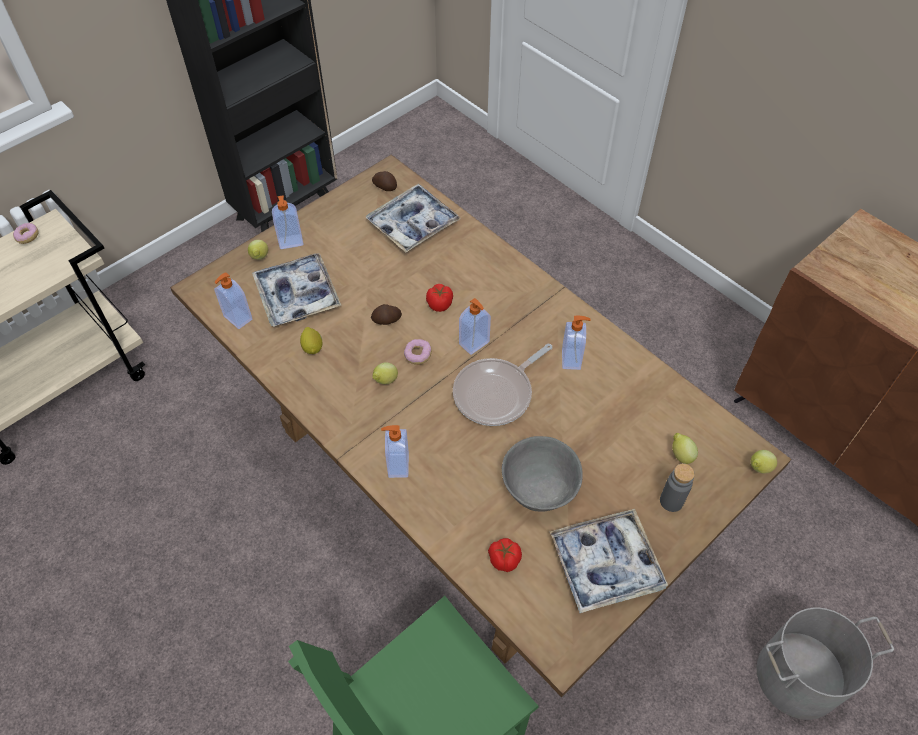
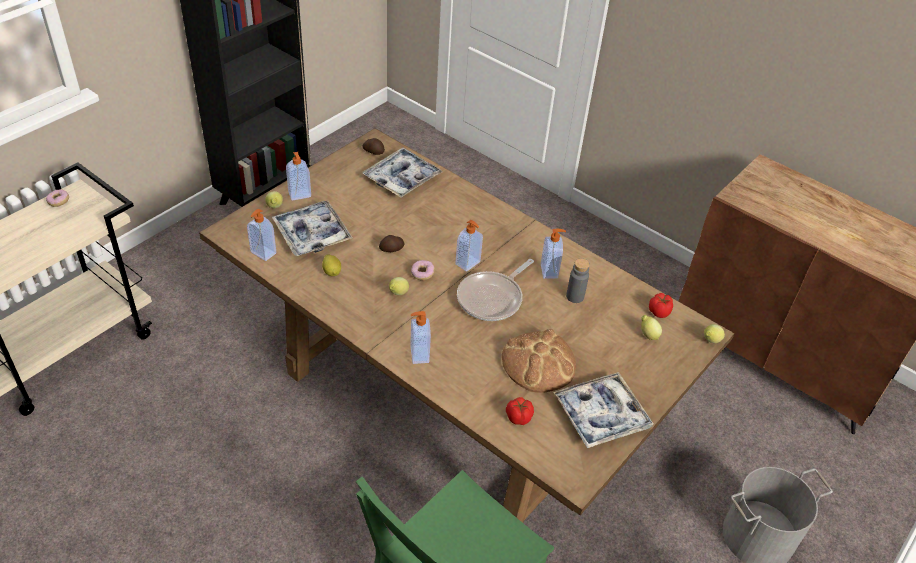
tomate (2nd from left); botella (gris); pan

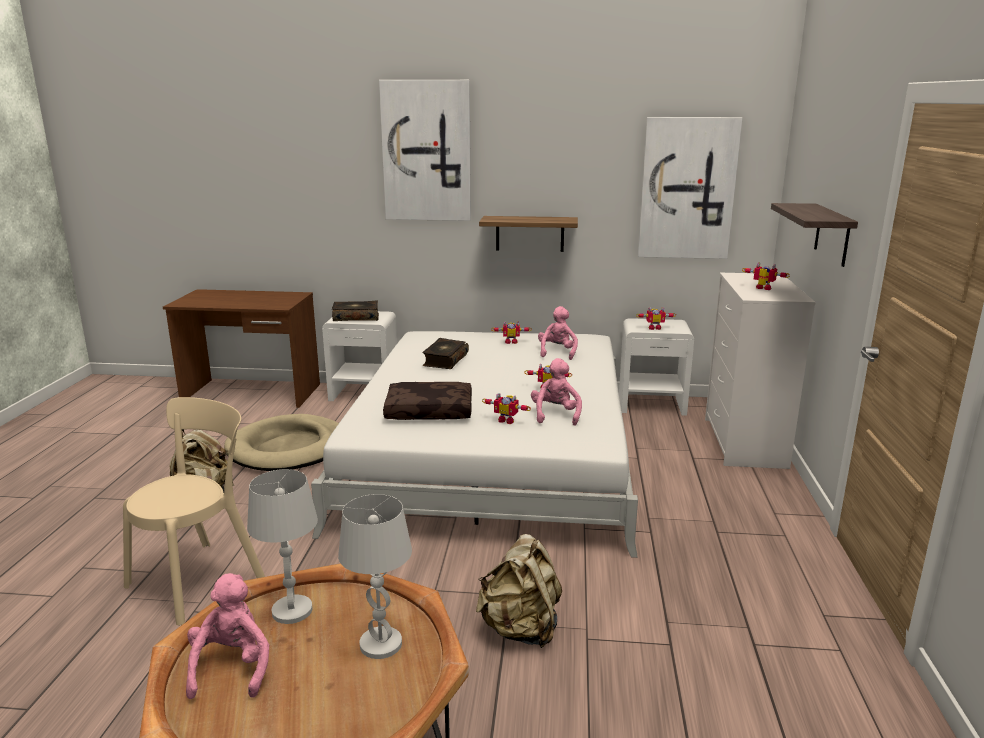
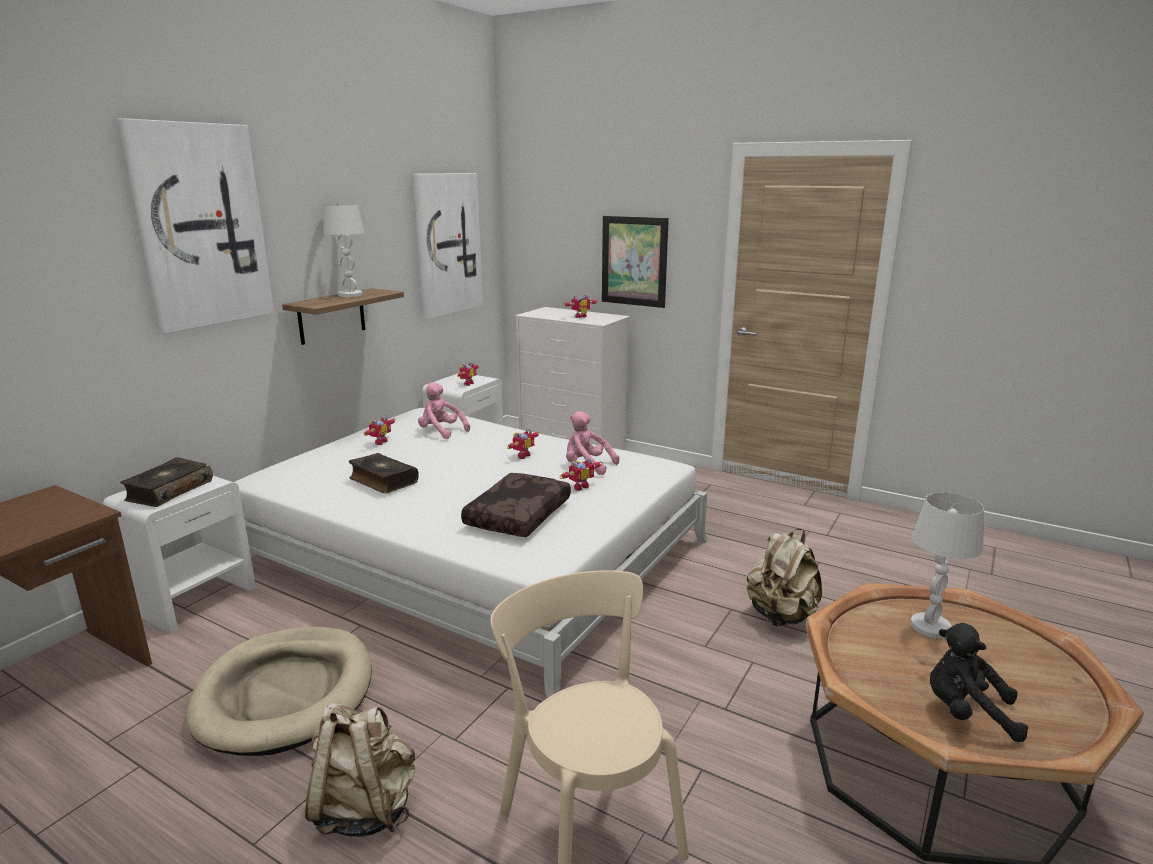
lámpara de mesa (blanco) (1st from left); cuadro (3rd from left); peluche (negro)

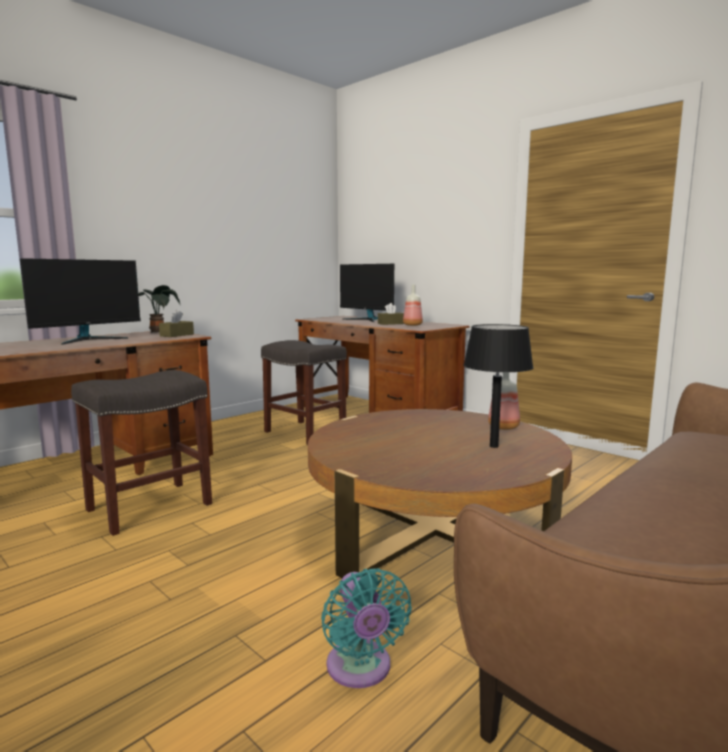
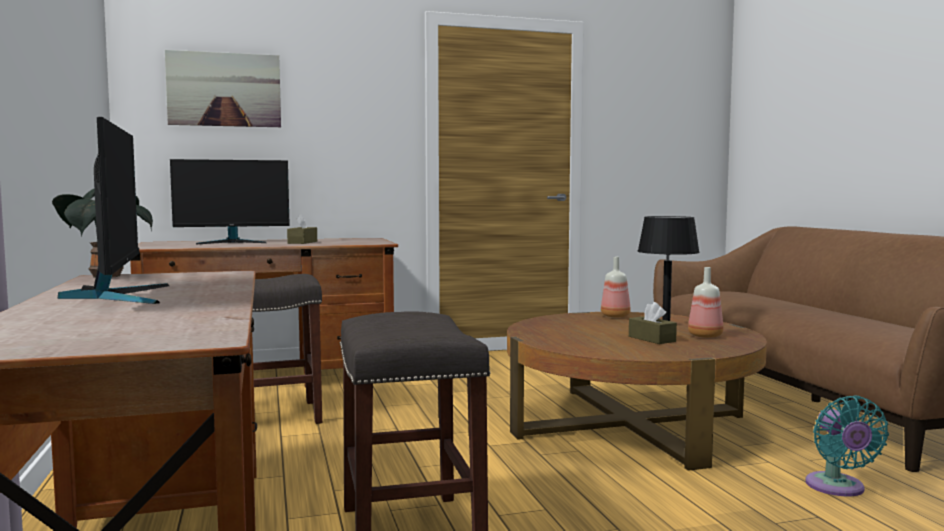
cuadro; caja de pañuelos (marrón) (2nd from left); botella (2nd from left); ventilador (turquesa)

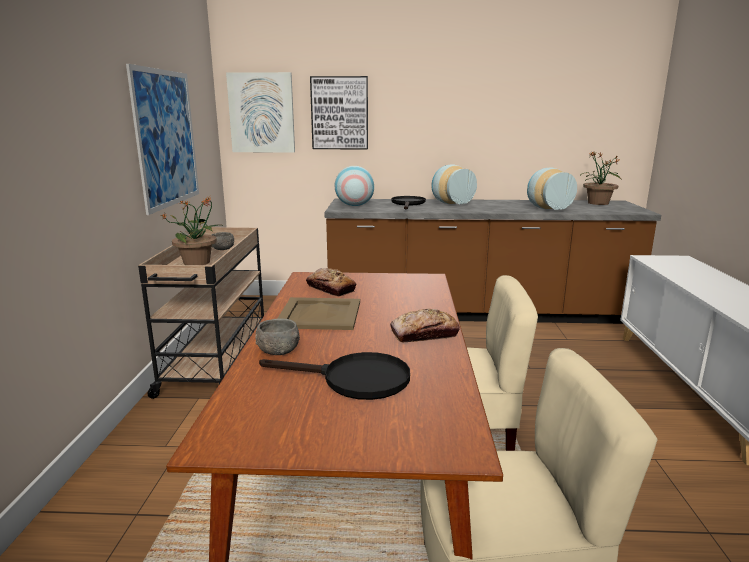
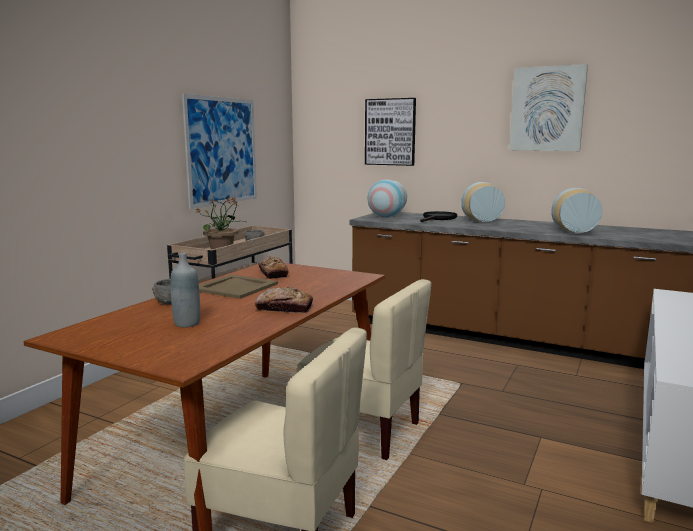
planta en maceta (2nd from left in the first image); cuadro (3rd from left); botella (gris)

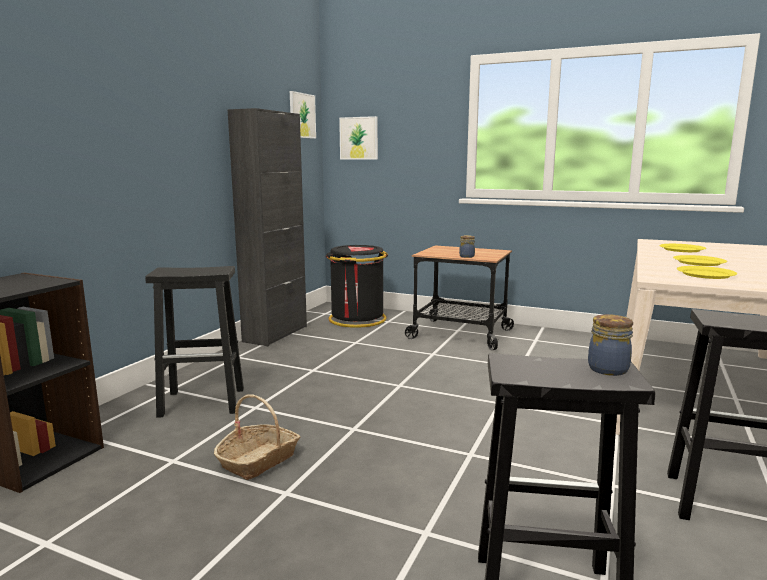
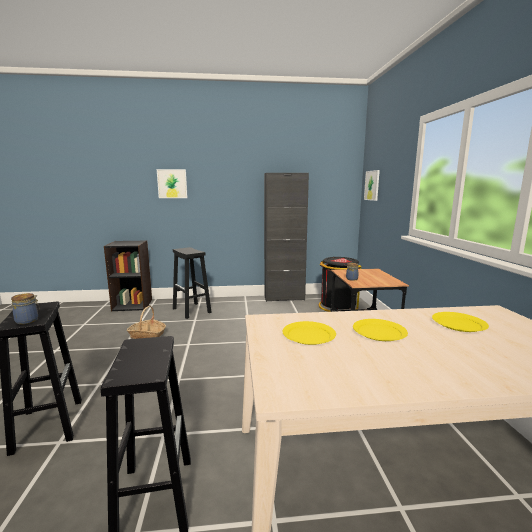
cuadro (1st from left)

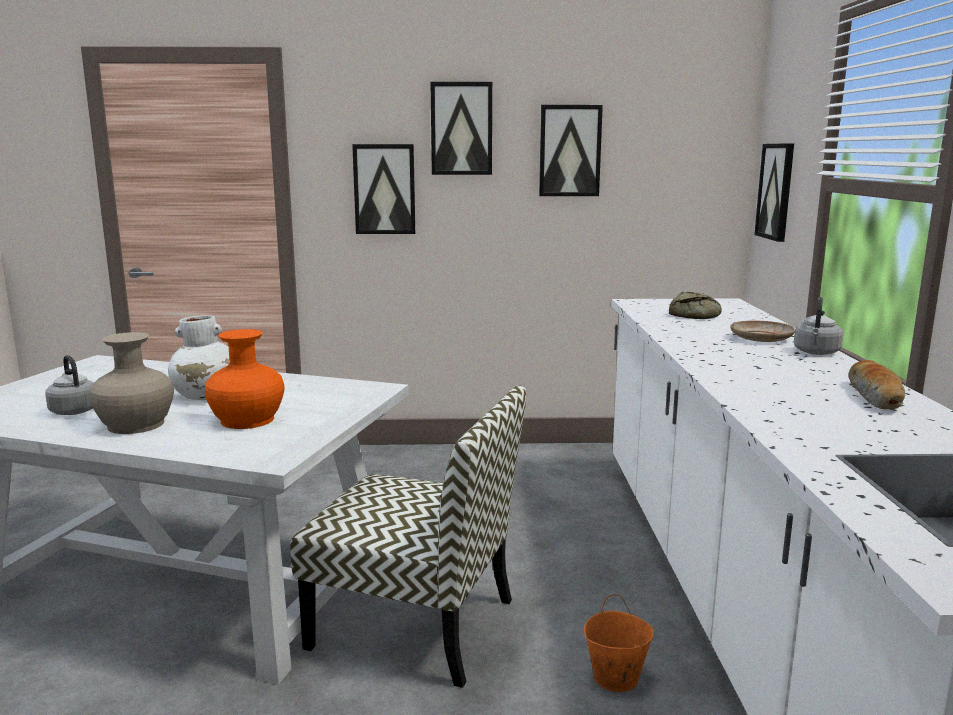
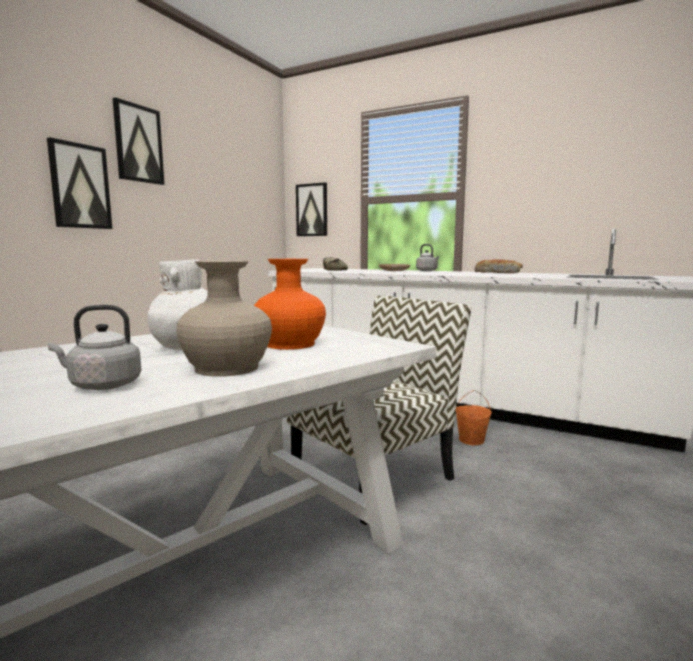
cuadro (3rd from left in the first image)

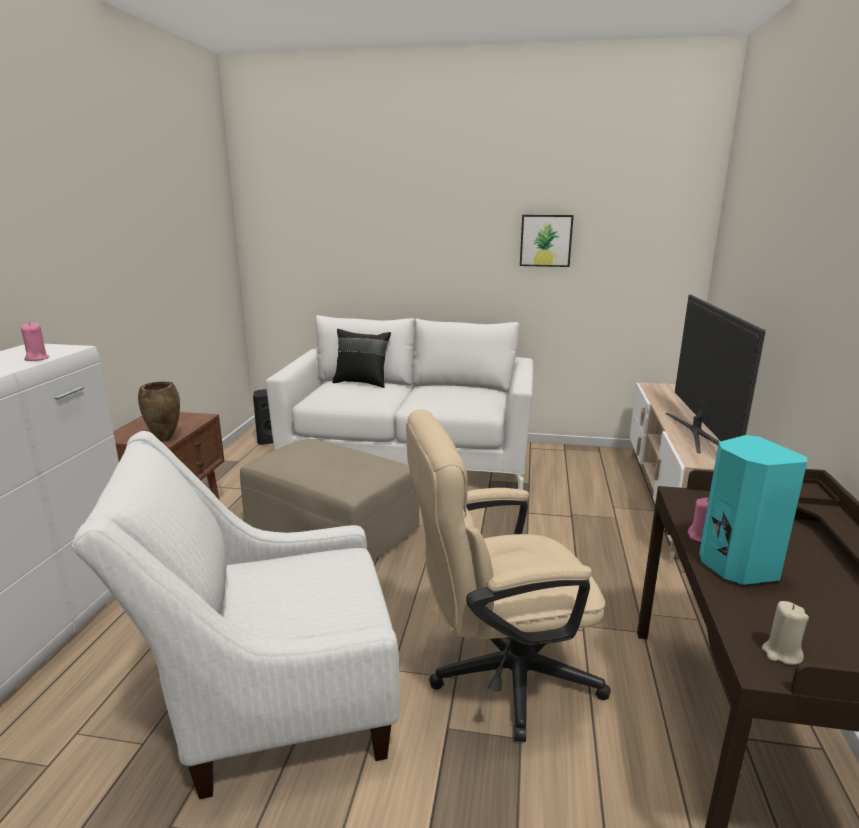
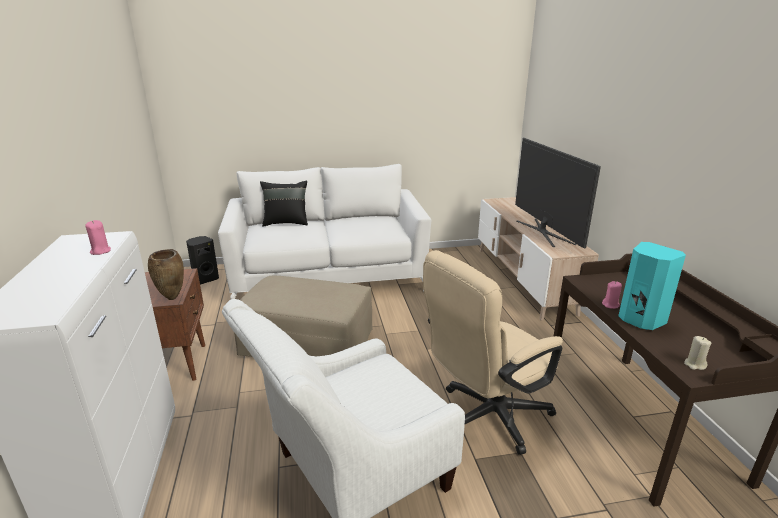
cuadro

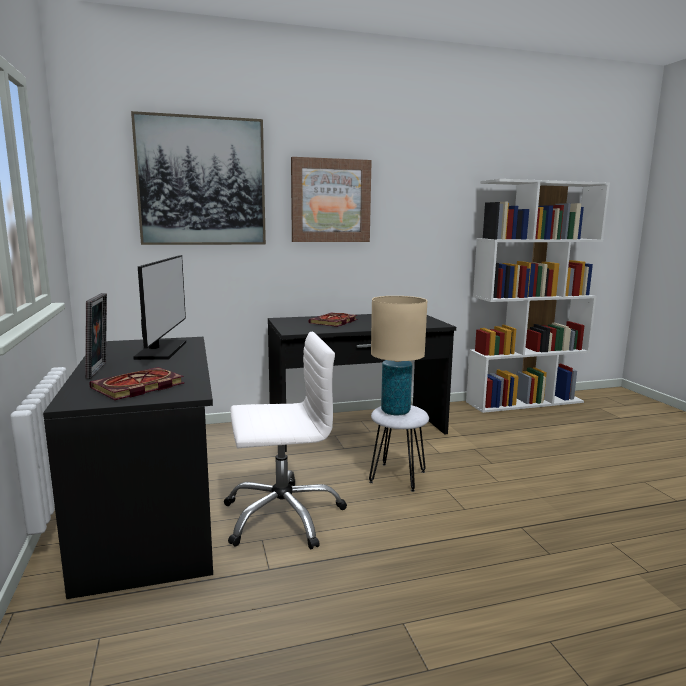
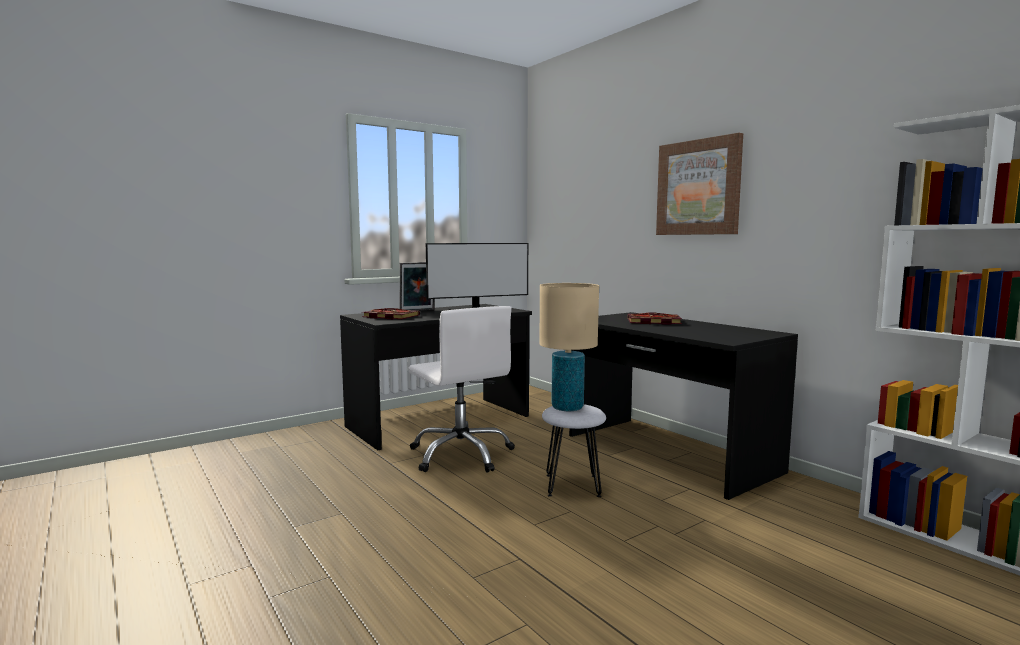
cuadro (1st from left in the first image)

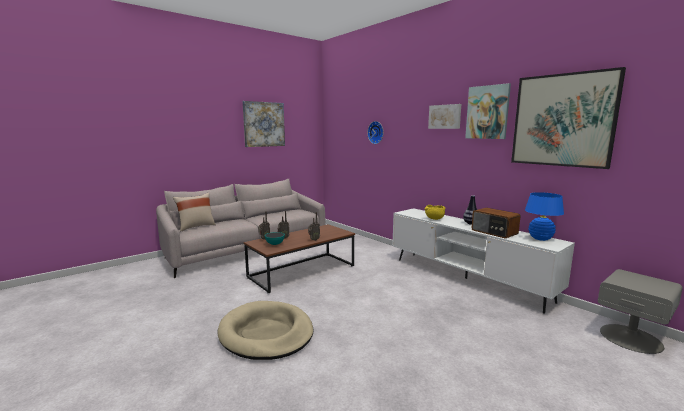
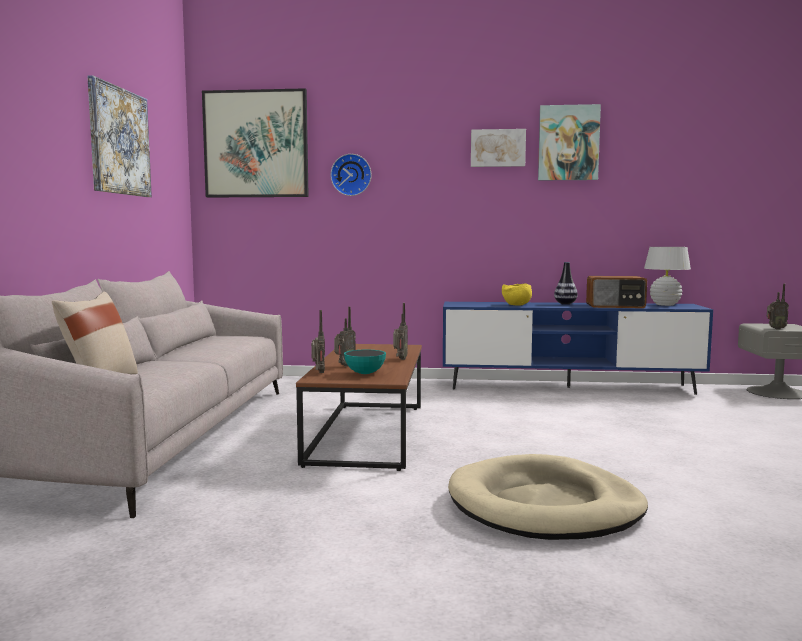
radio (5th from left); cuadro (2nd from left); mueble de televisión (azul); lámpara de mesa (blanco)

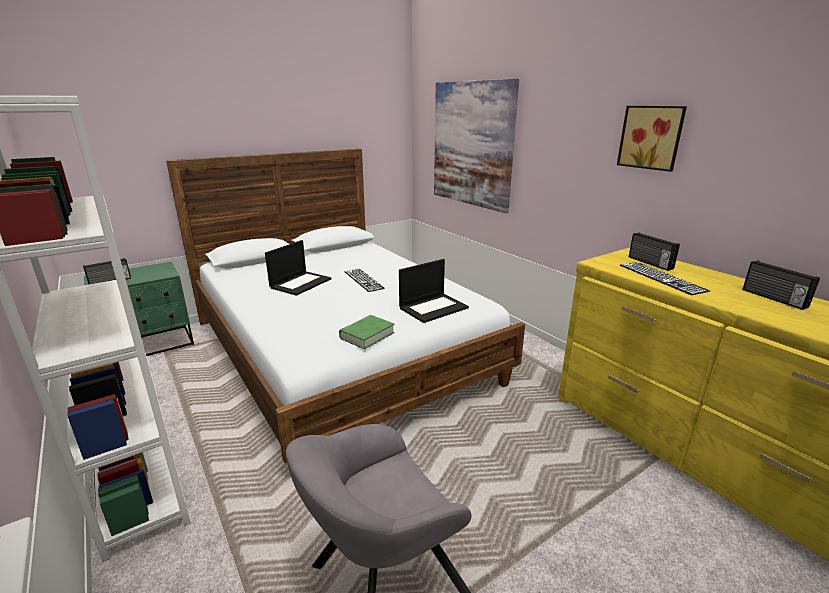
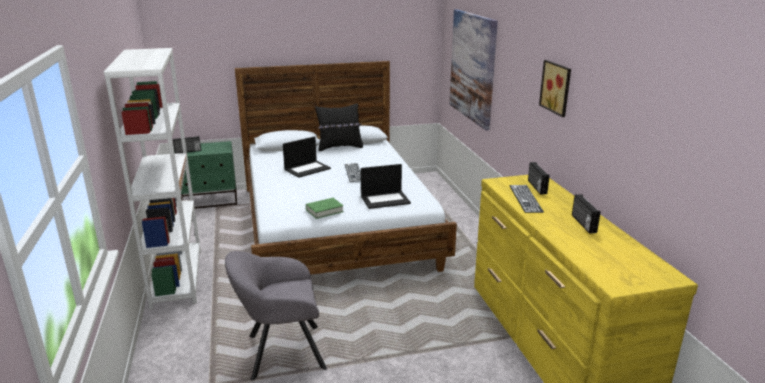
cojín (negro)

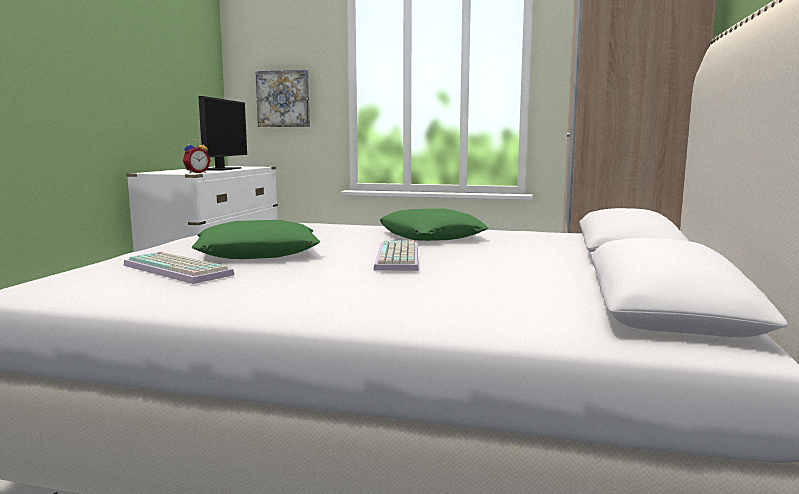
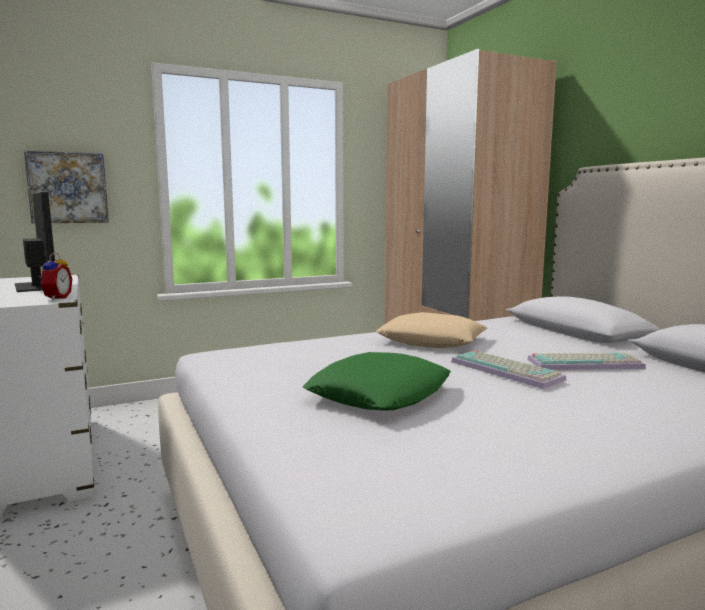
teclado (2nd from left); cojín (beis)

